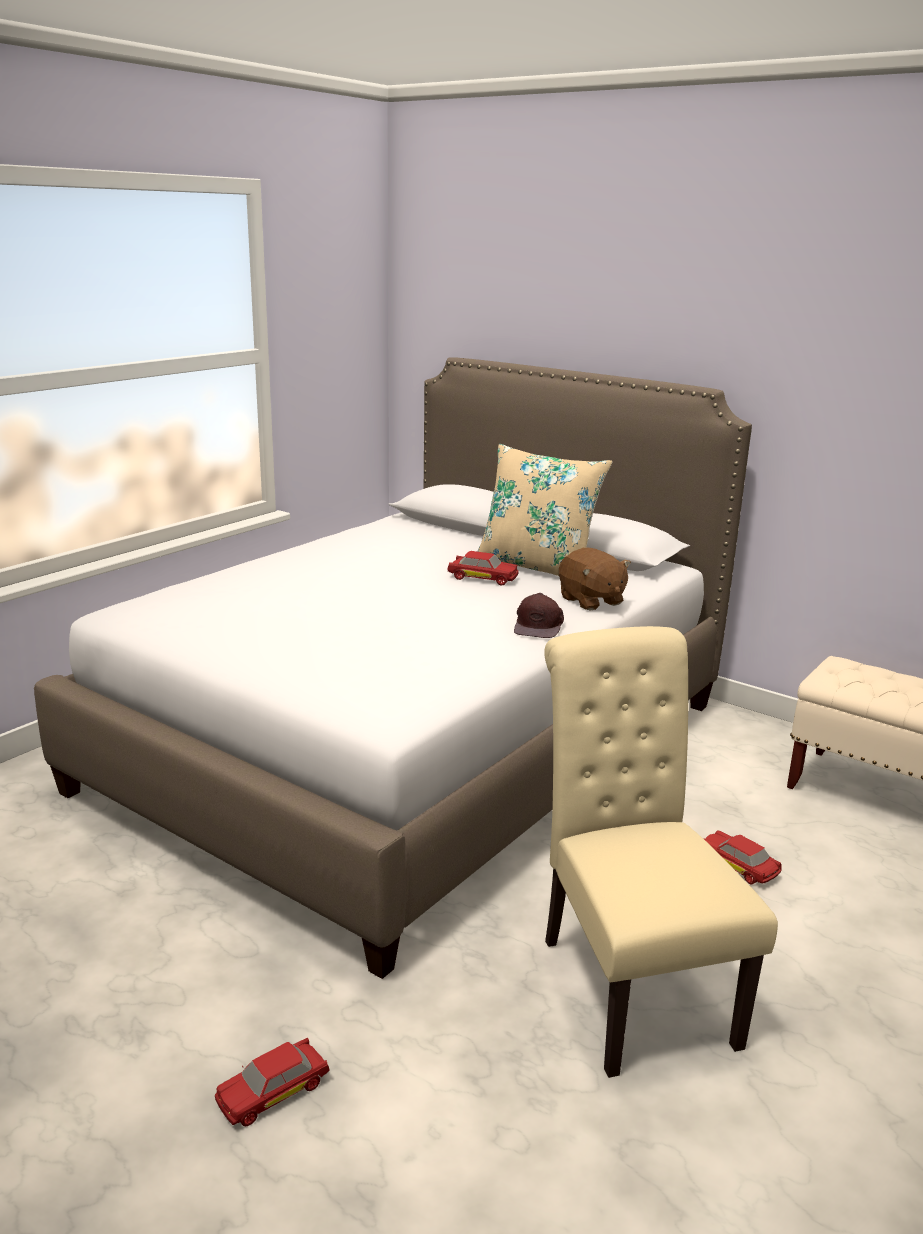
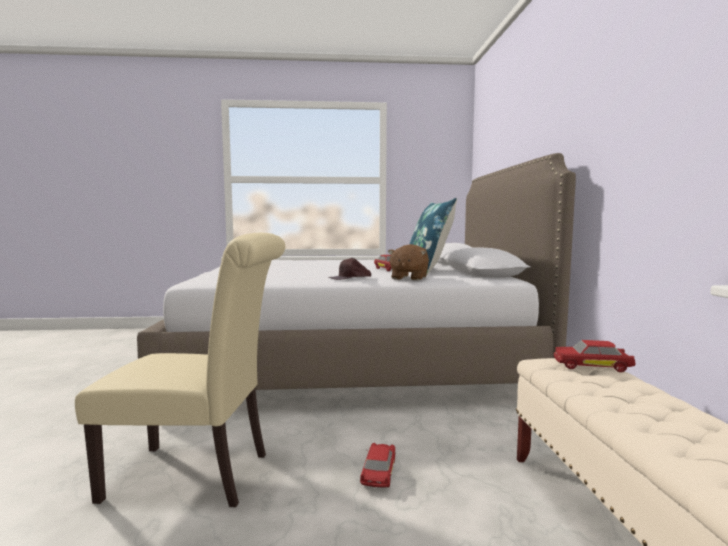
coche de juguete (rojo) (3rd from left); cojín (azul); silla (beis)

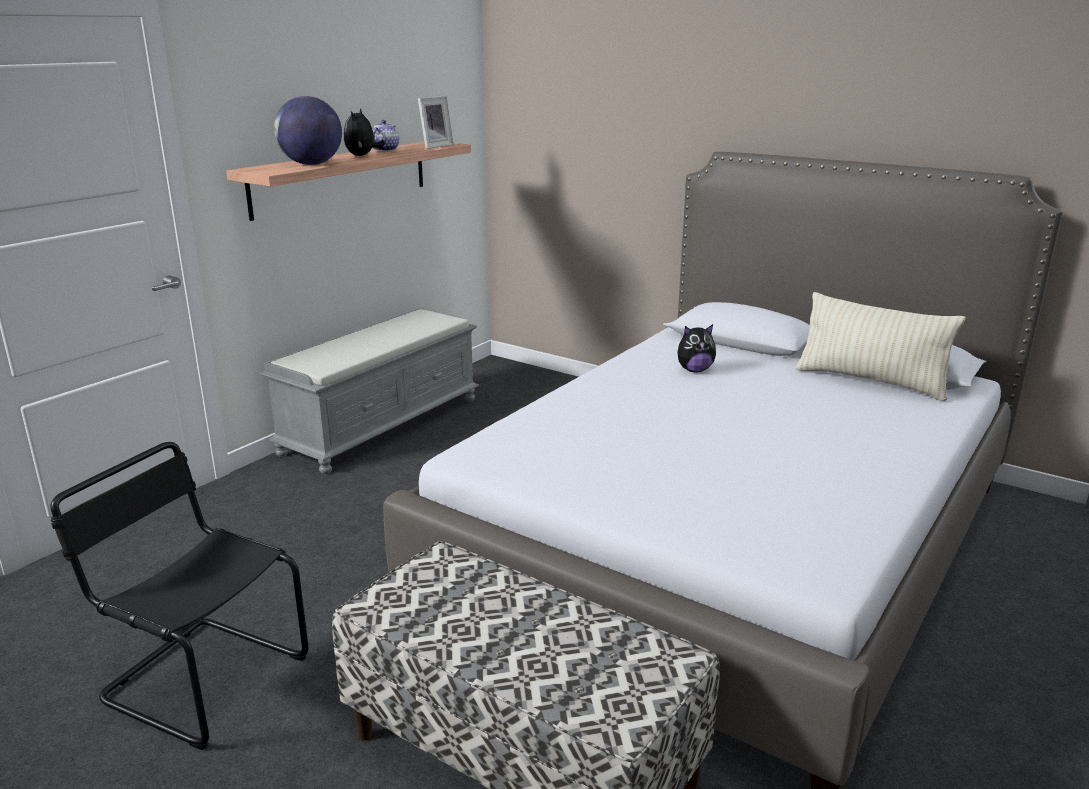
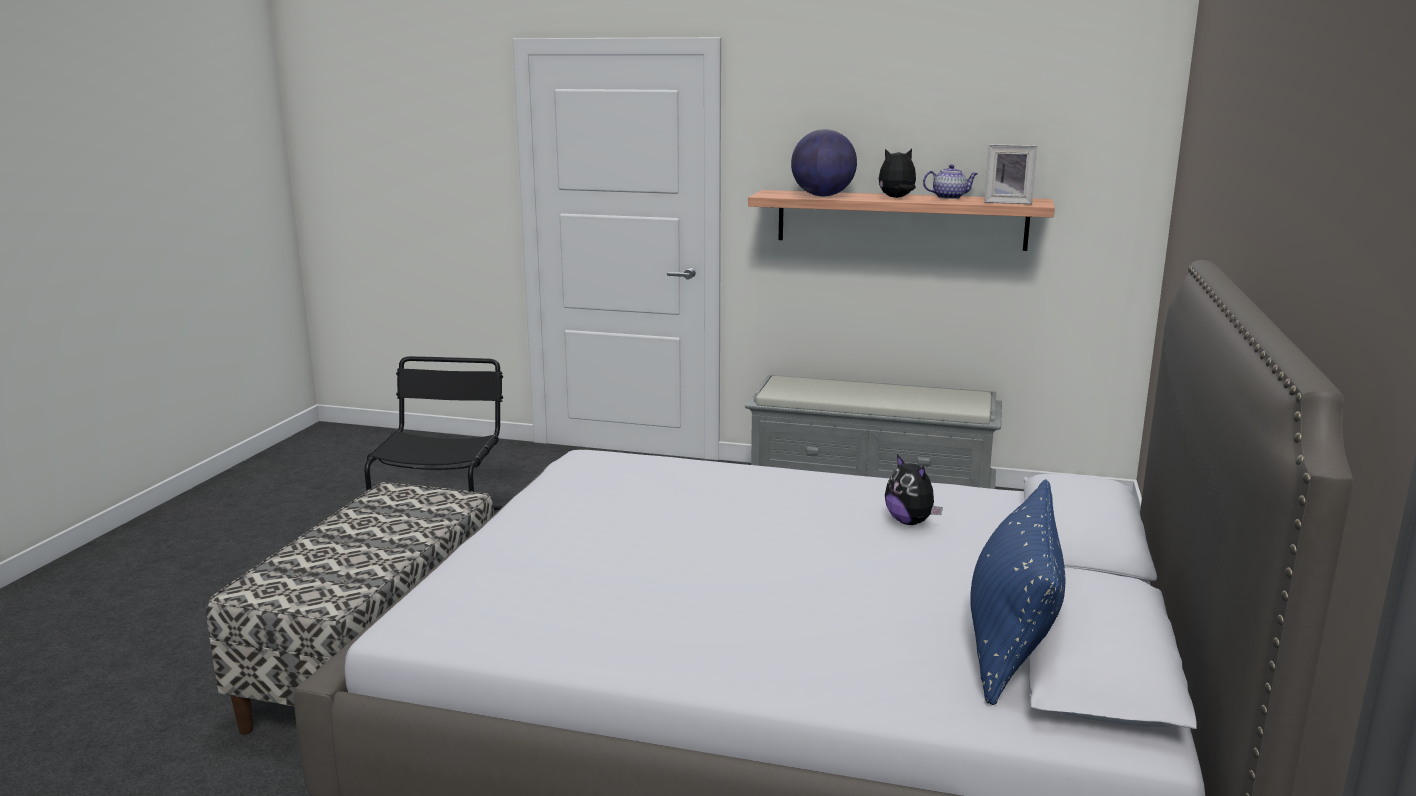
cojín (azul)

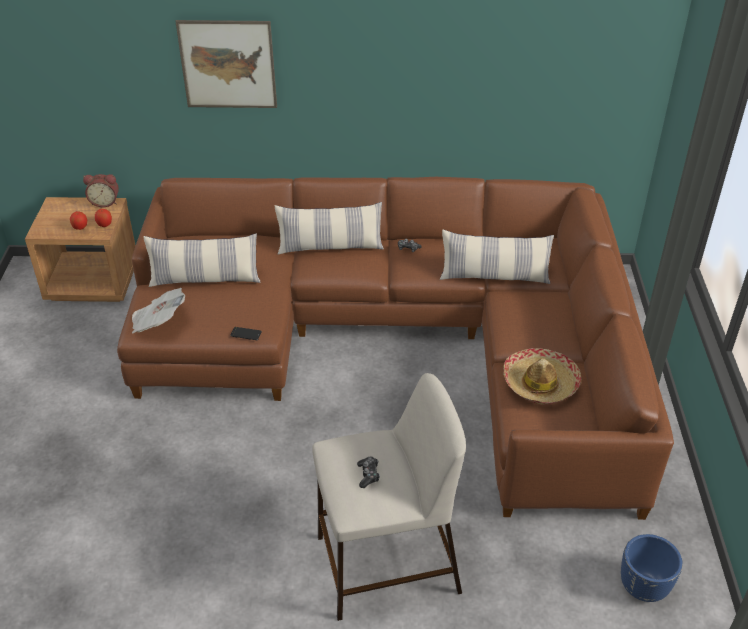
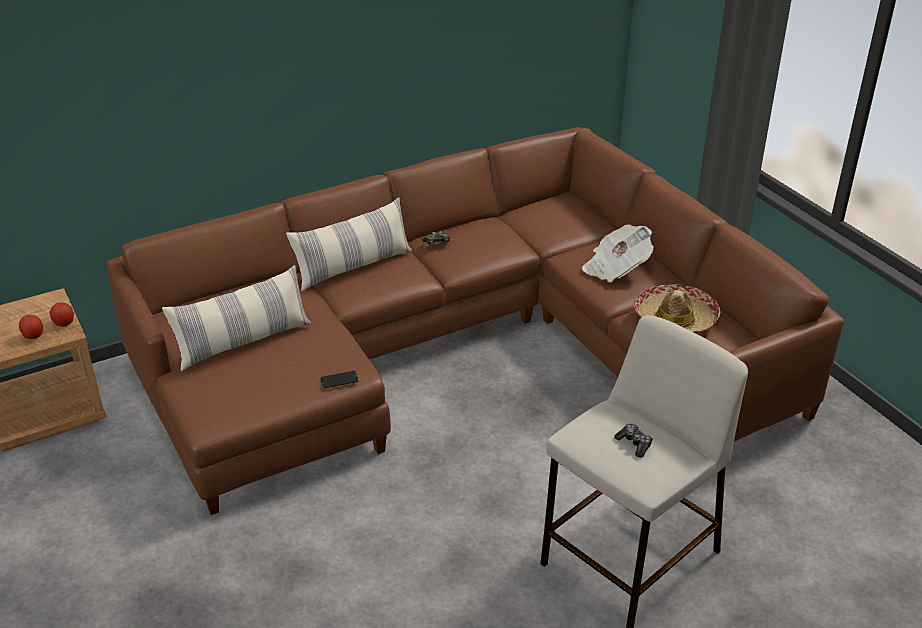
despertador; cuadro; cojín (3rd from left in the first image); maceta (azul); periódico

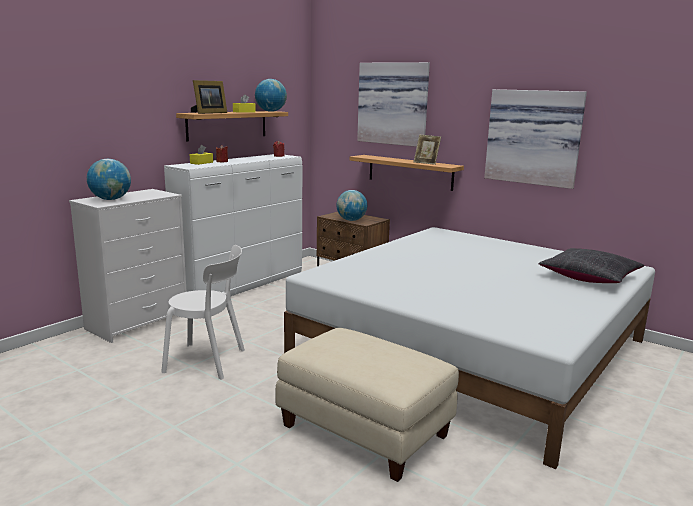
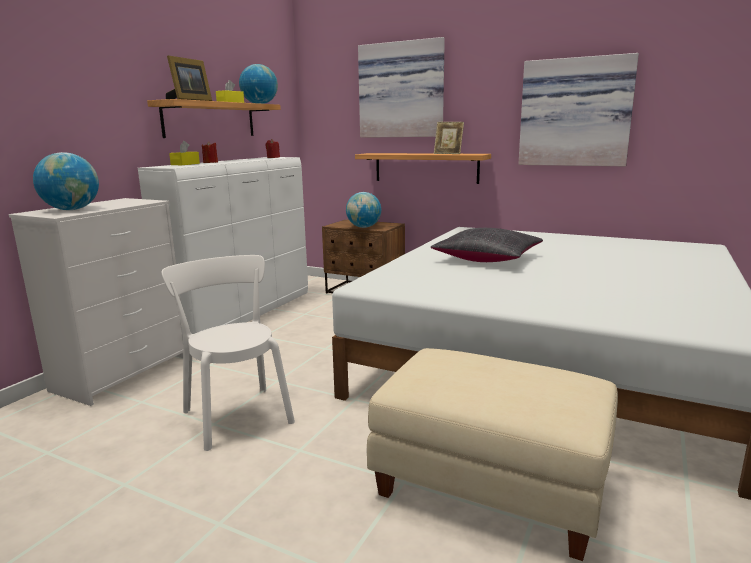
cojín (negro); silla (blanco)

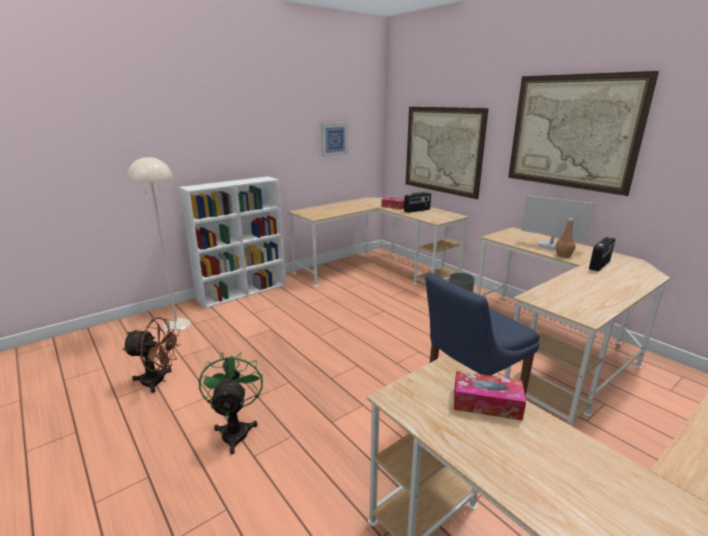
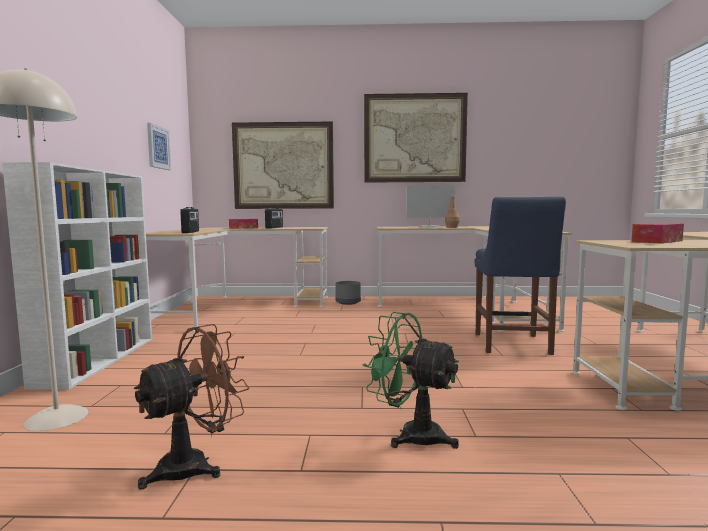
radio (1st from left)

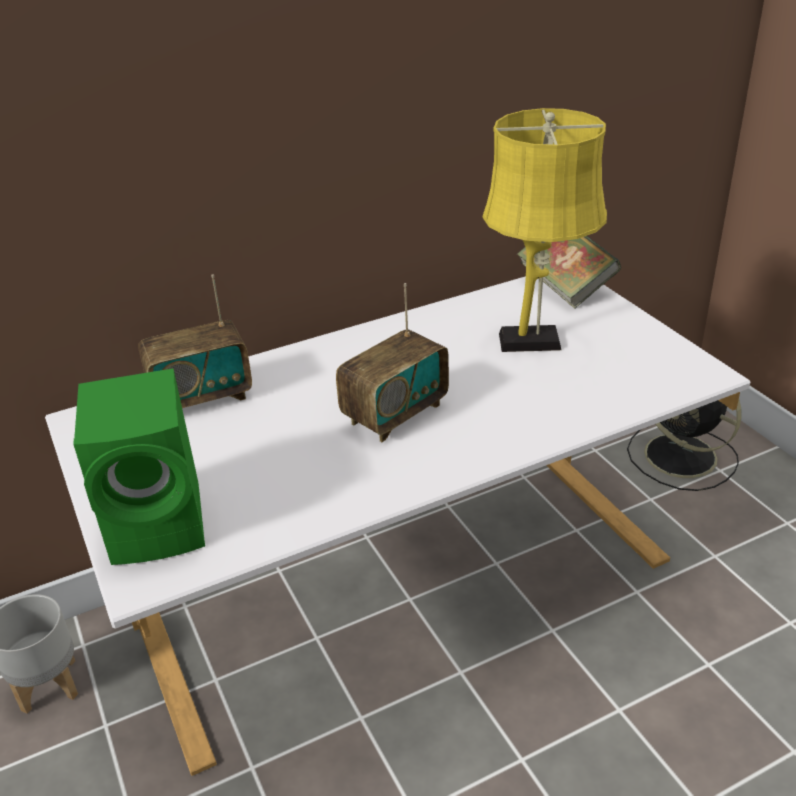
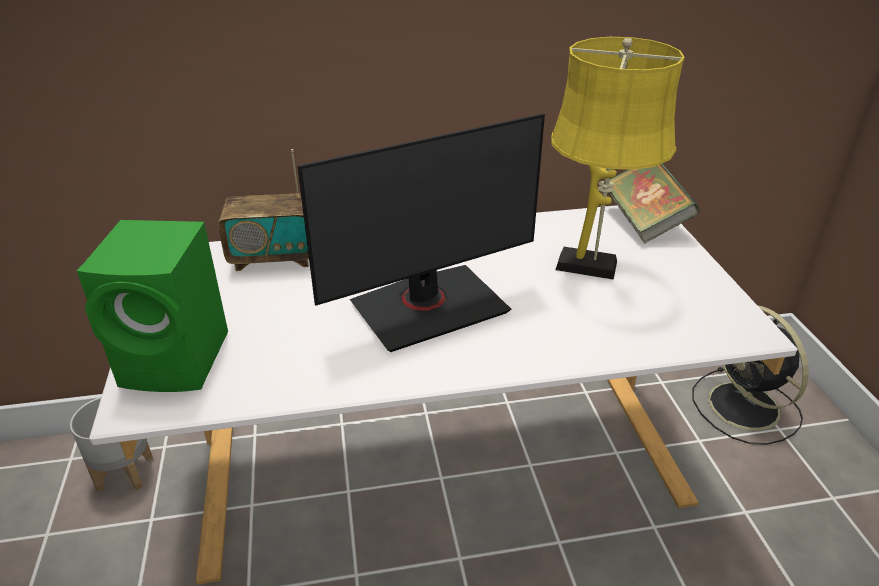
monitor

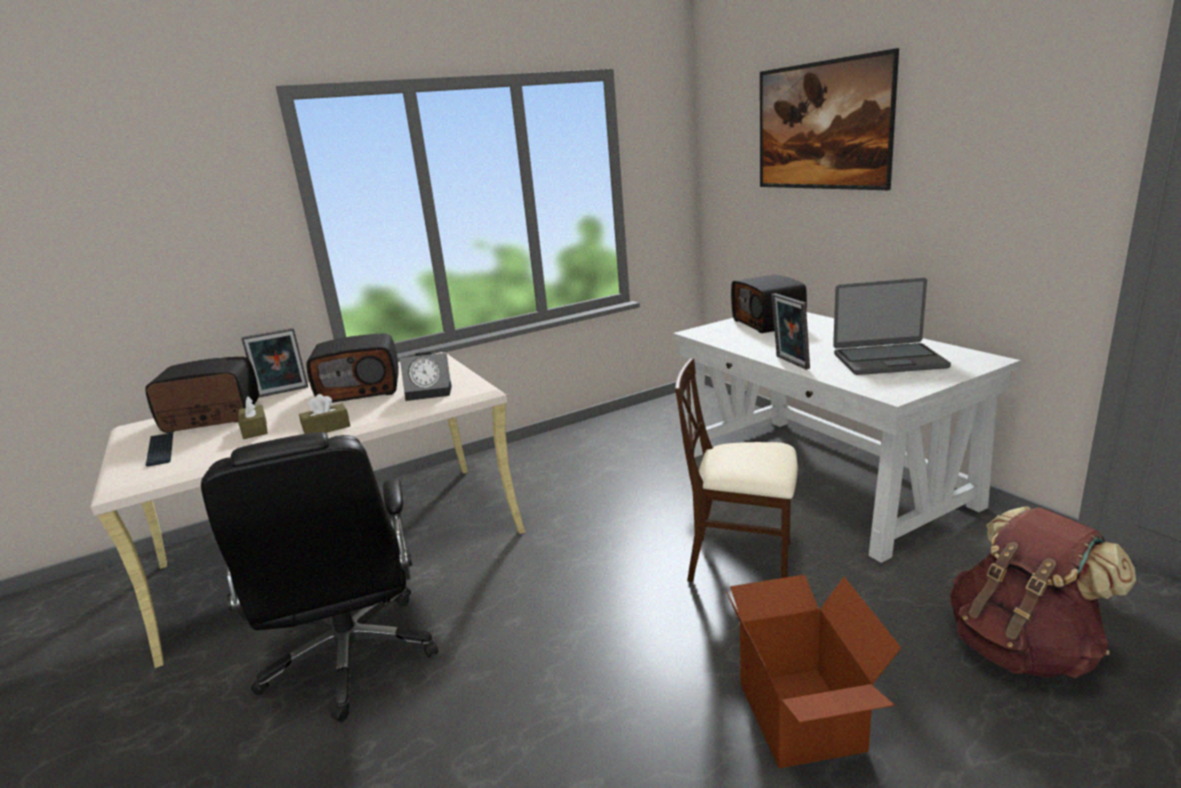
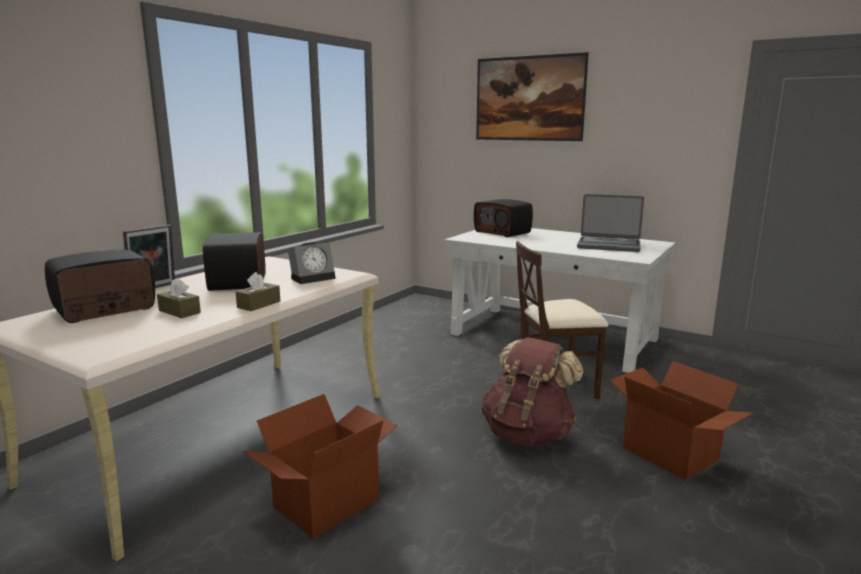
teclado; portarretratos (2nd from left in the first image); mochila (marrón); caja de cartón (1st from left); radio (2nd from left); portátil

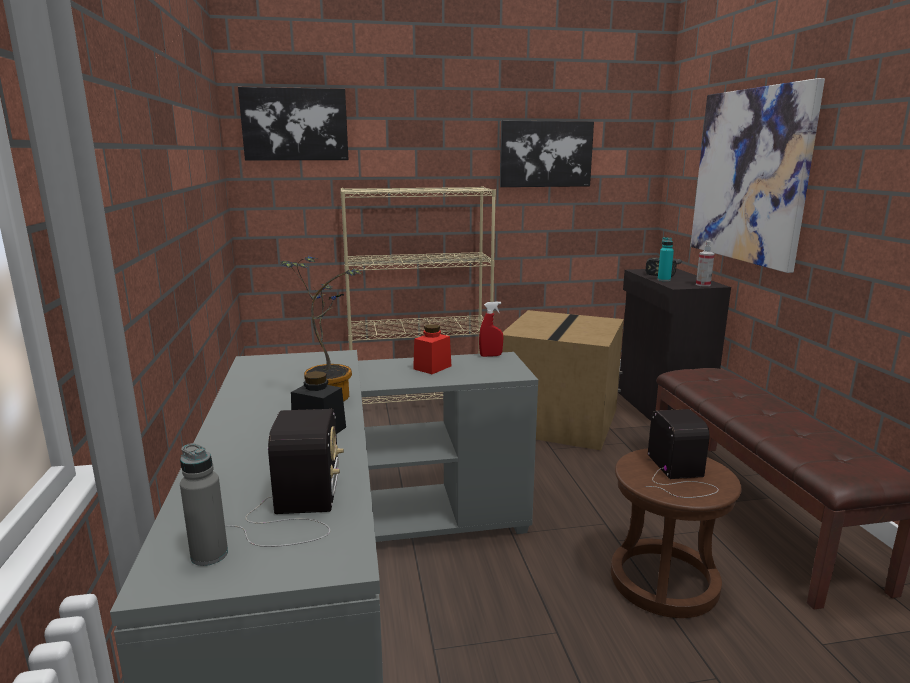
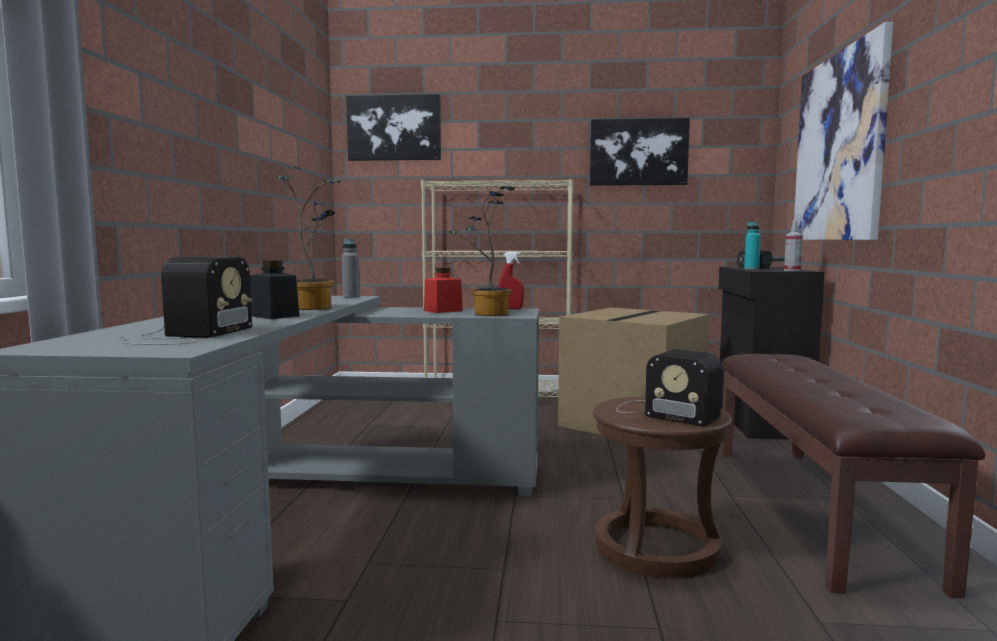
planta en maceta (2nd from left); botella (gris); radio (2nd from left)

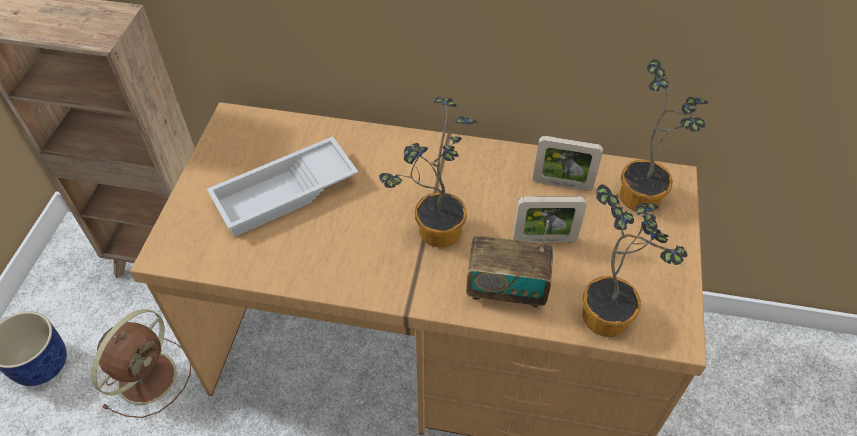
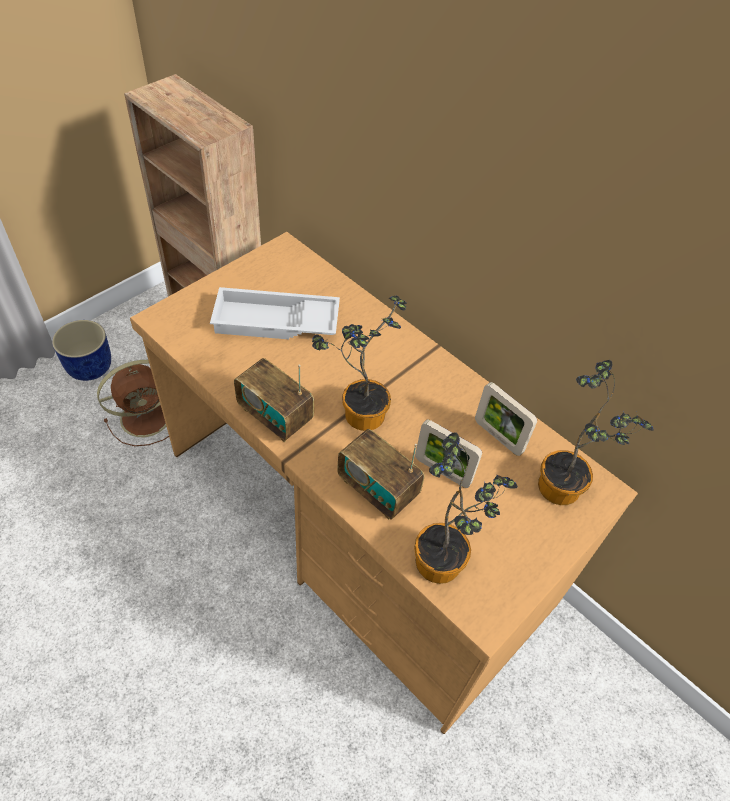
radio (1st from left)

